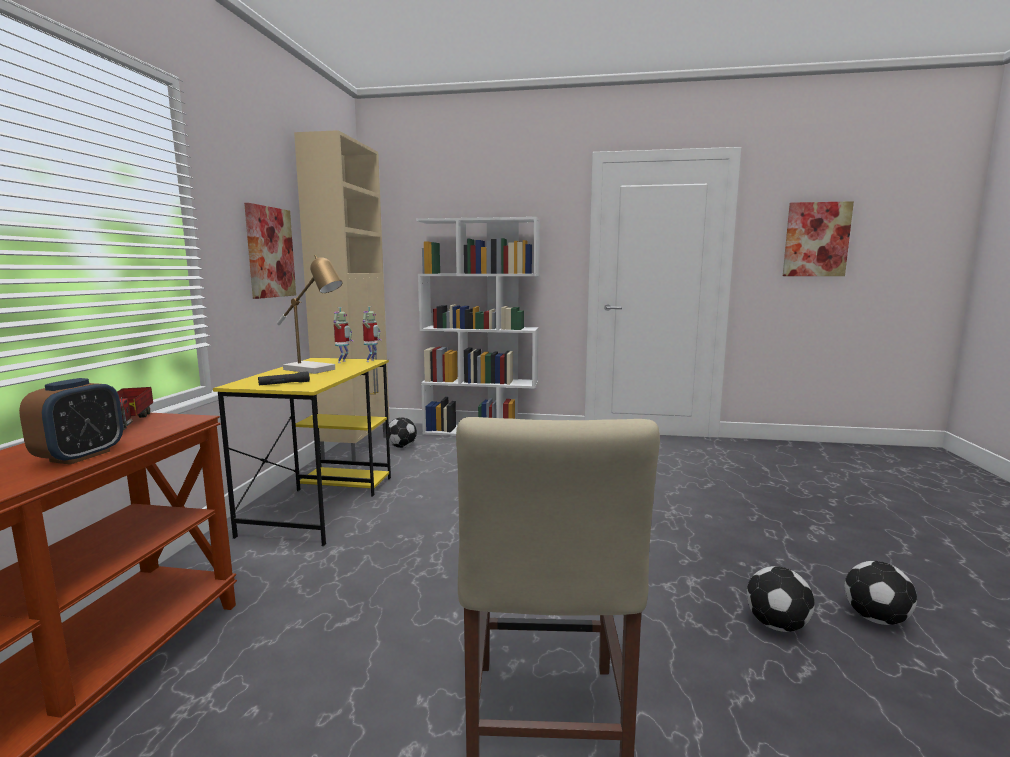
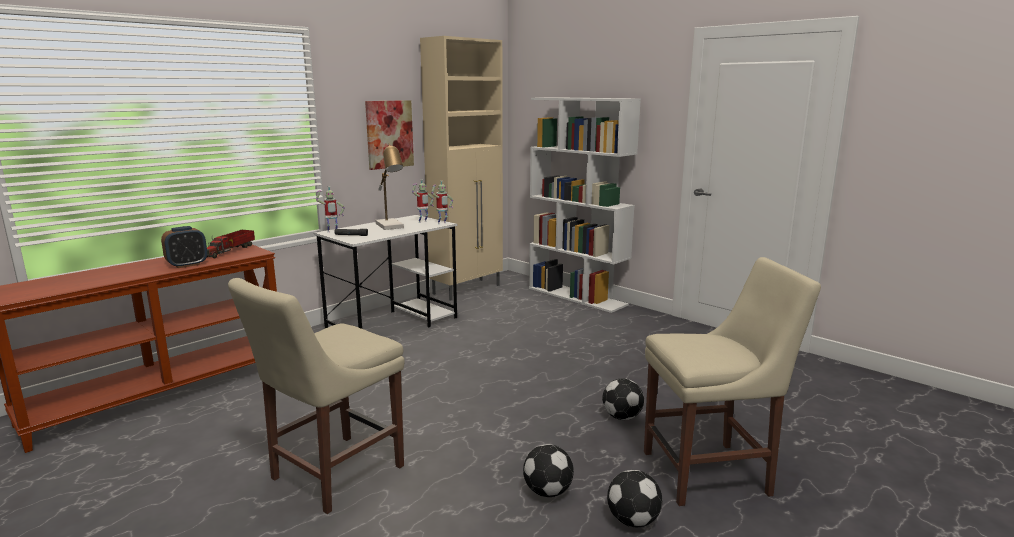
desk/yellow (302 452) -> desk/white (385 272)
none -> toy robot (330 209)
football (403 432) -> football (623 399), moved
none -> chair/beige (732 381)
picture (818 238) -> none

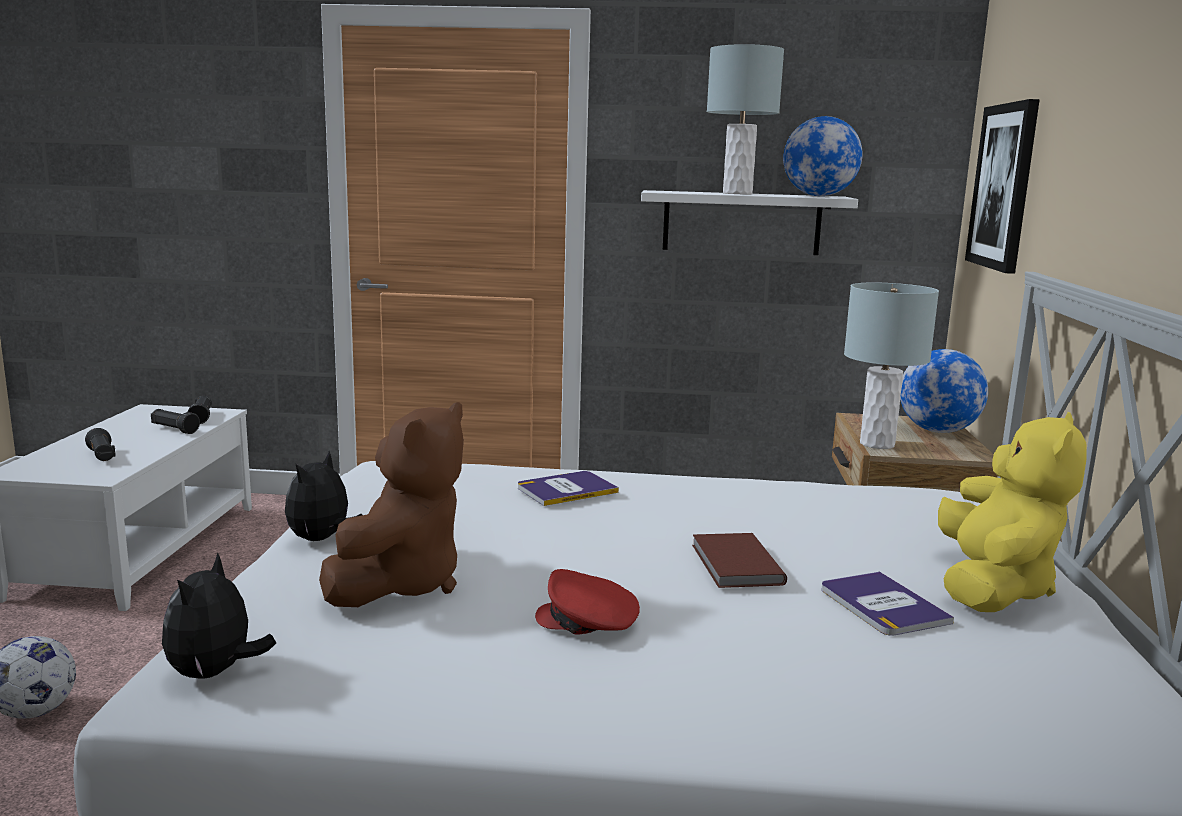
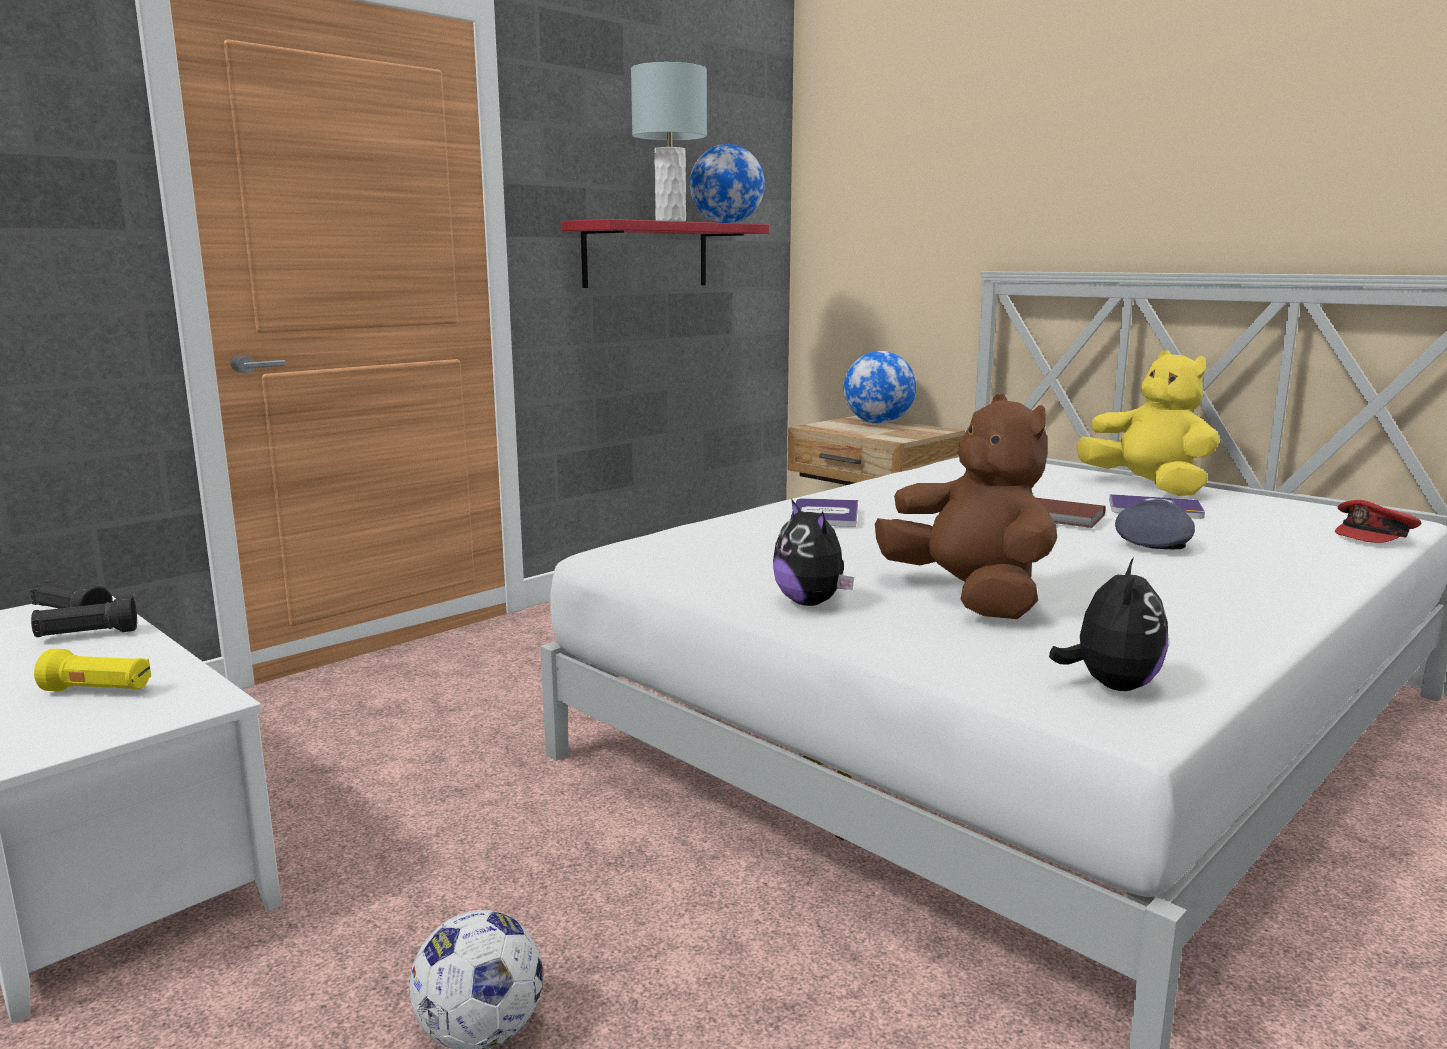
flashlight/black (100 444) -> flashlight/yellow (92 670)
shelf/white (749 222) -> shelf/red (665 253)
plush toy (219 616) -> plush toy (1108 624), 120 degrees counterclockwise
none -> cap/grey (1155 524)
cap/red (587 601) -> cap/red (1378 521), moved
table lamp/grey (891 366) -> none
picture (1002 186) -> none

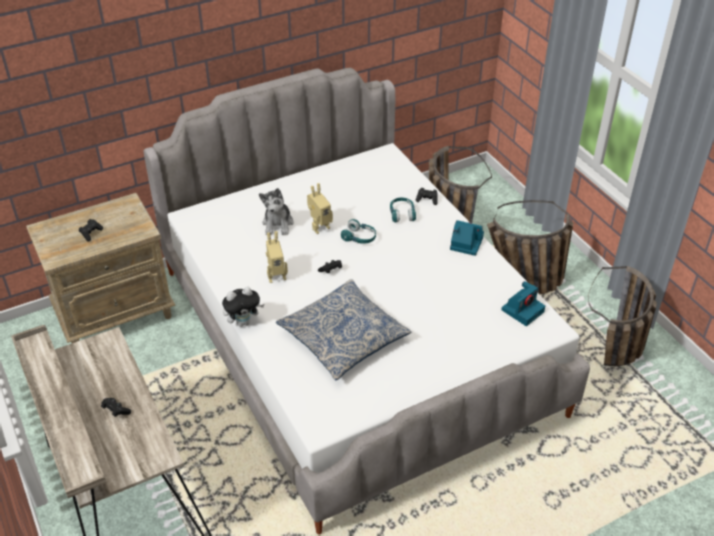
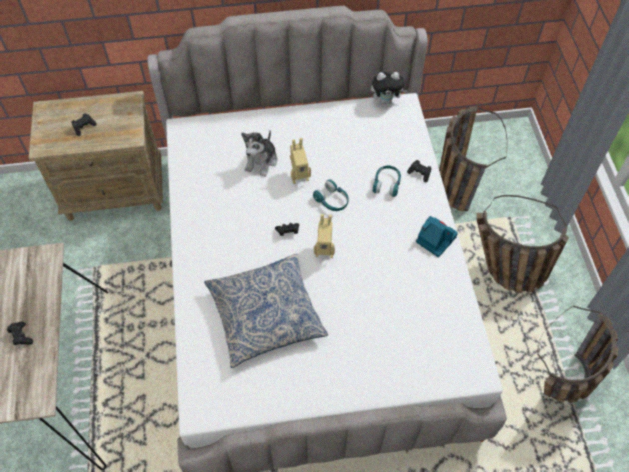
toy robot (277 257) -> toy robot (324 236), moved
plush toy (243 307) -> plush toy (389 88), moved
photo camera (523 303) -> none

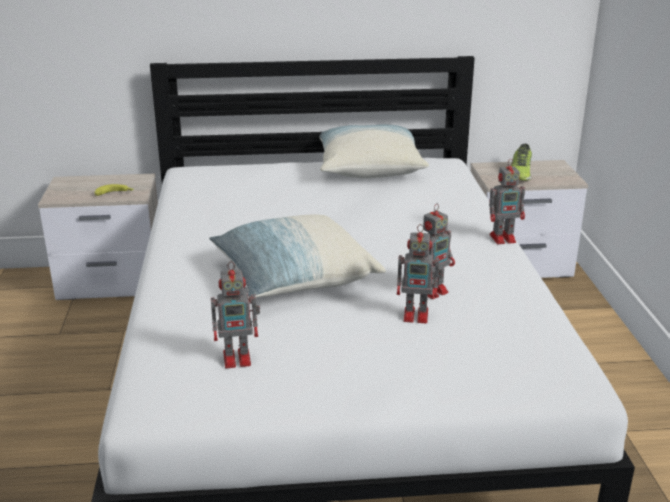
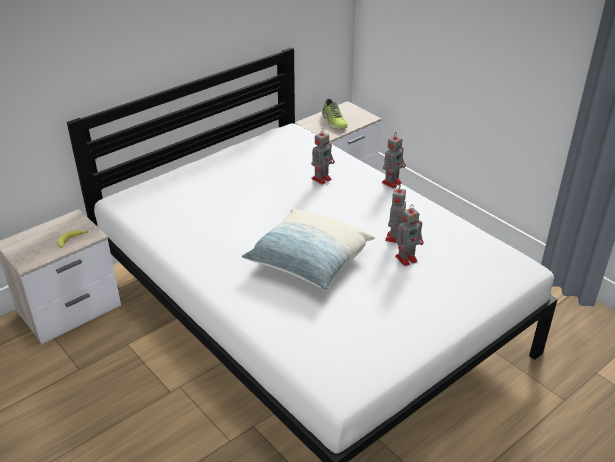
toy robot (235 314) -> toy robot (323 156), moved
pillow (374 151) -> none

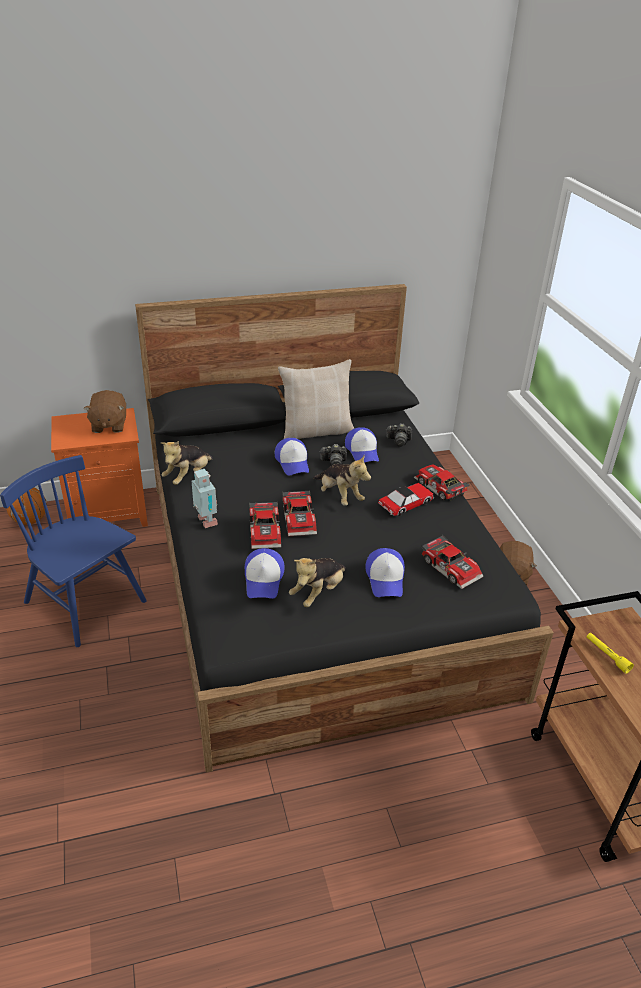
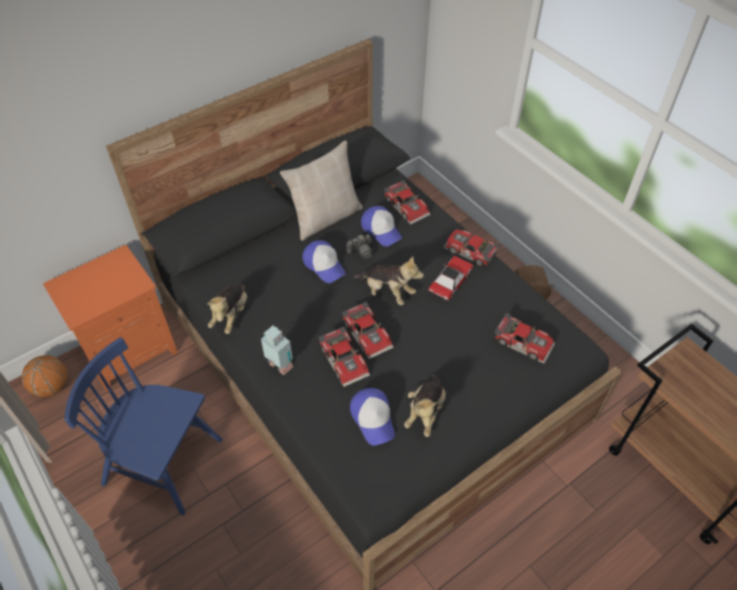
photo camera (399 435) -> toy car (407 202)
plush toy/brown (104 411) -> none
cap (385 572) -> none
flashlight/yellow (610 653) -> none

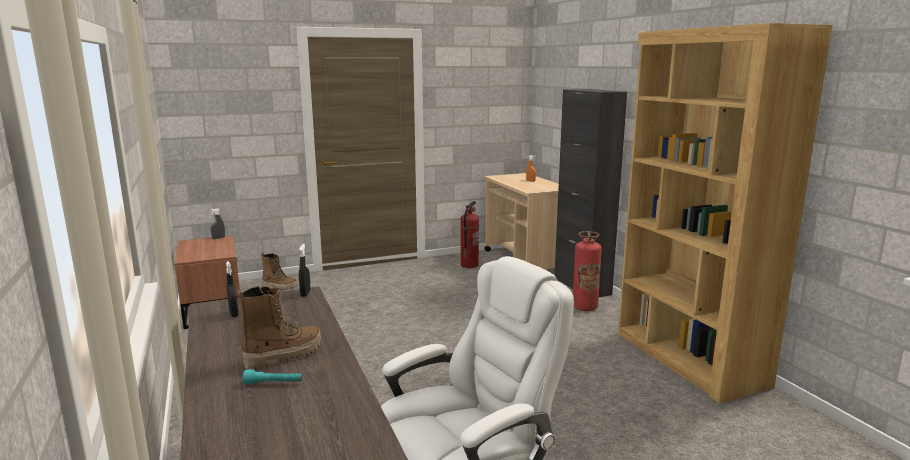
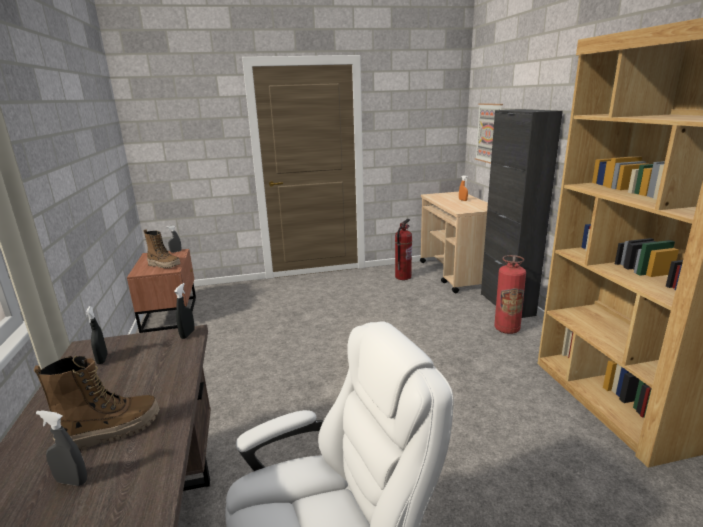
flashlight/turquoise (273 376) -> spray bottle/grey (61 448)
boot (279 271) -> boot (162 249), moved
none -> picture (489 133)

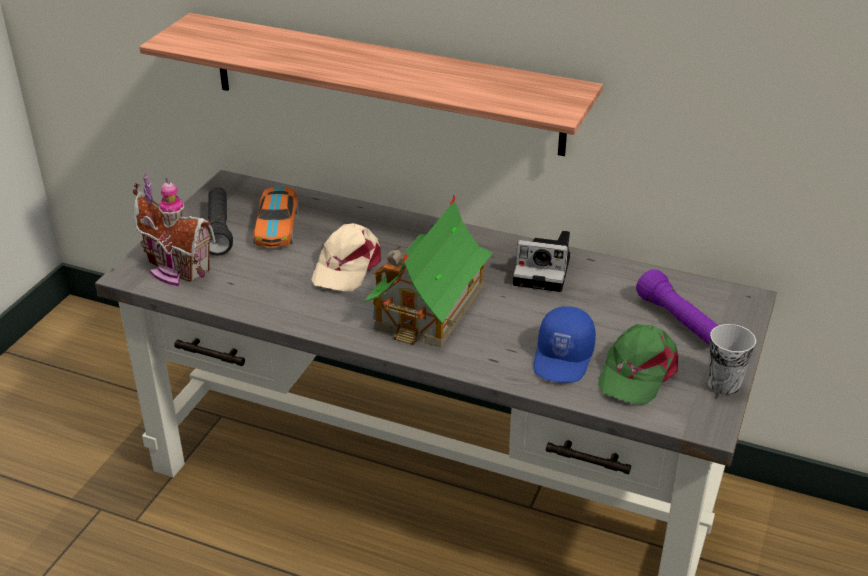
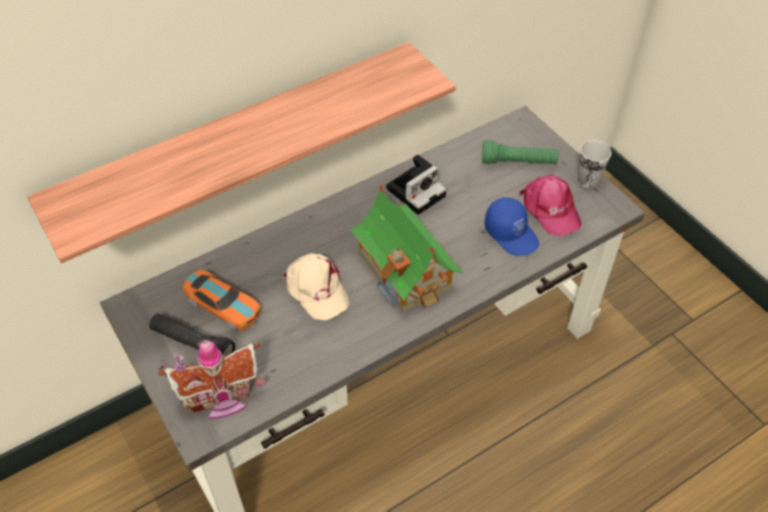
flashlight/purple (677 307) -> flashlight/green (520 152)
cap/green (638 364) -> cap/pink (550 205)

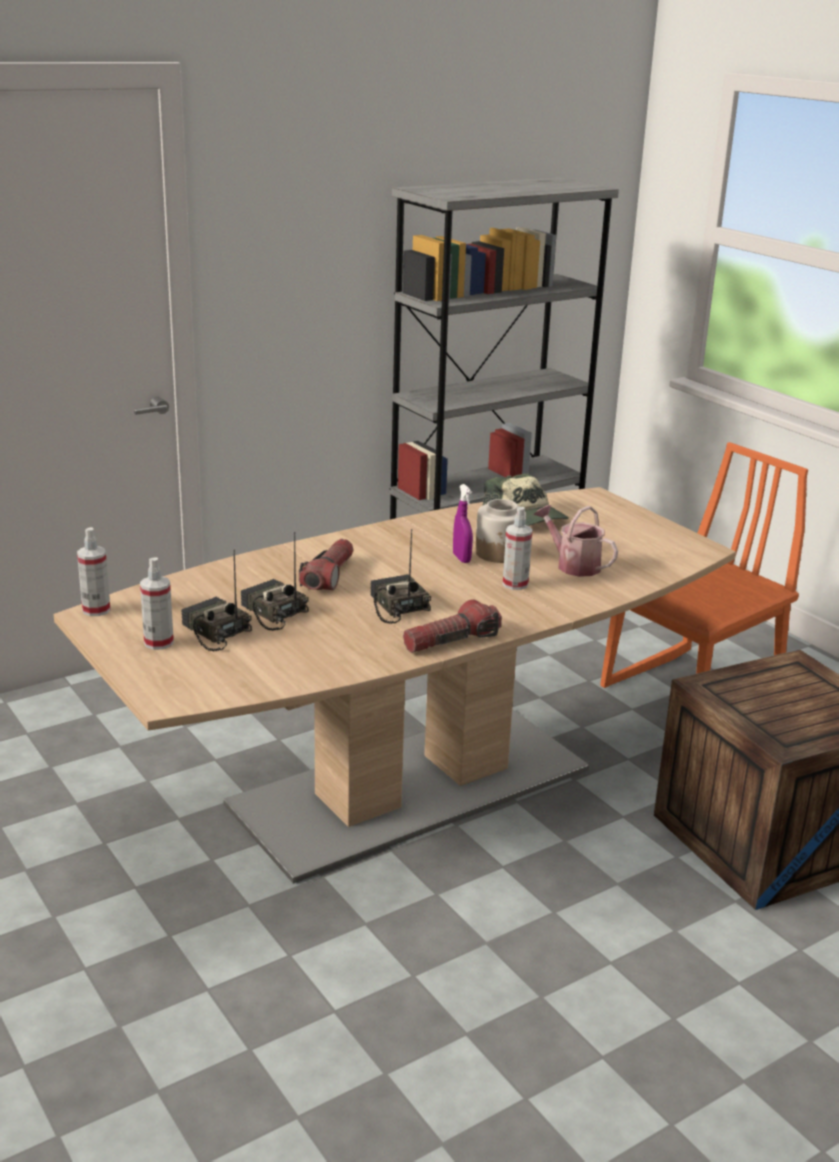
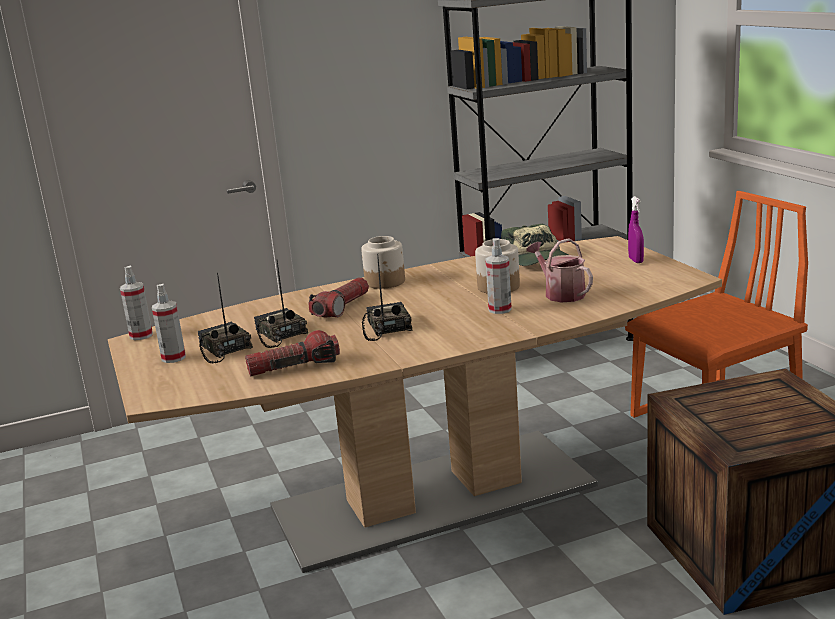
flashlight (452 626) -> flashlight (292 353), moved
none -> jar (383 262)
spray bottle/purple (463 523) -> spray bottle/purple (636 229), moved

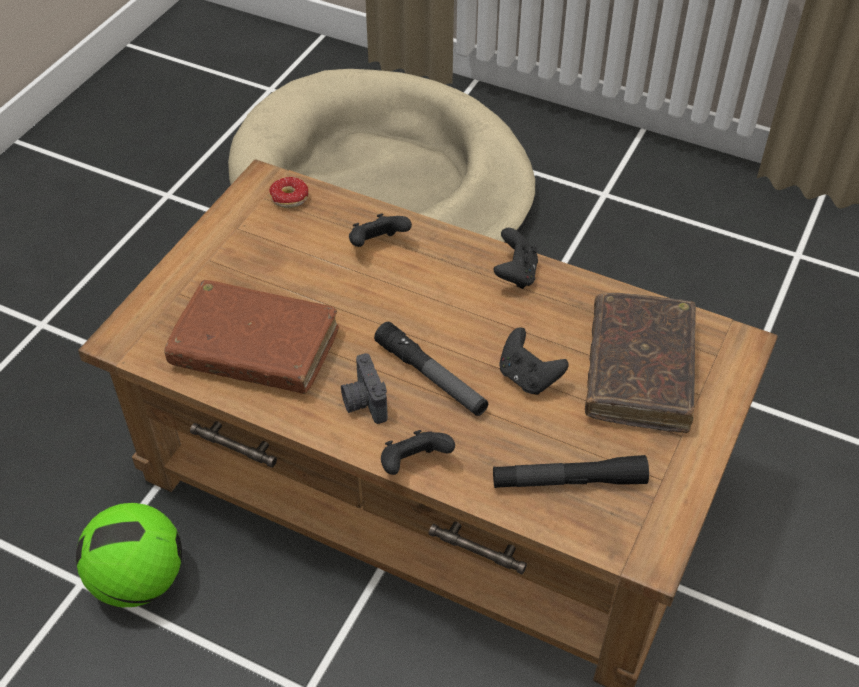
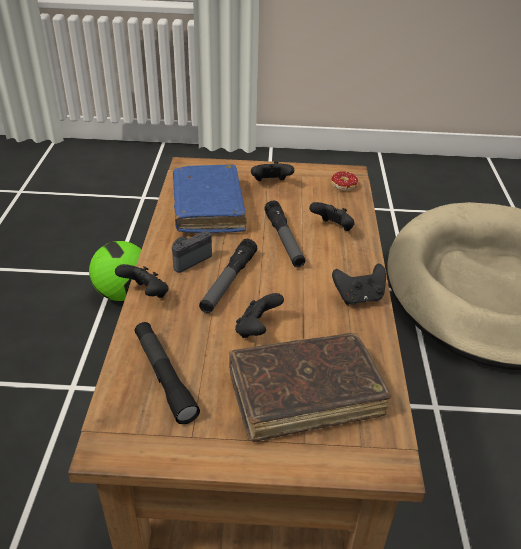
book/brown (251 337) -> book/blue (210 199)
none -> game controller/black (272 171)
none -> flashlight (284 234)

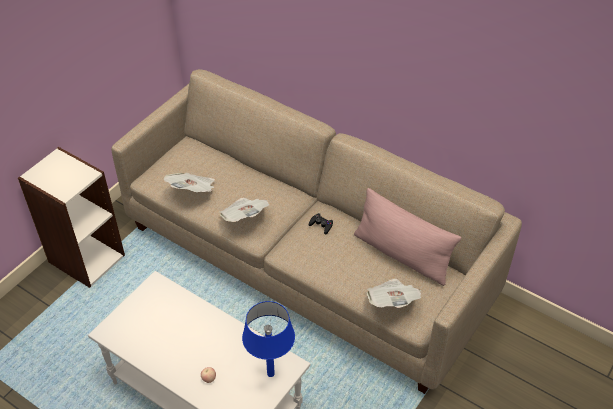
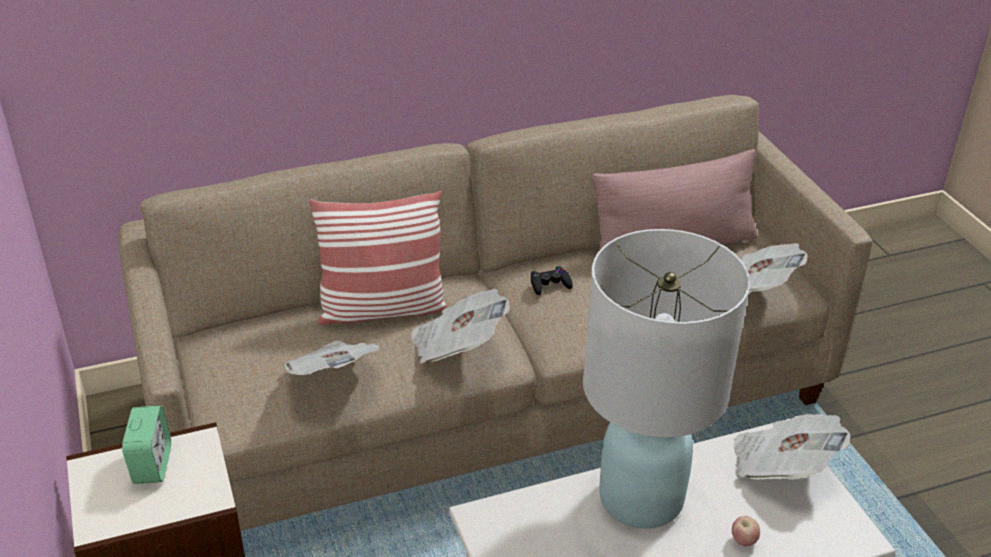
none -> alarm clock (146 445)
none -> pillow (378 258)
none -> table lamp/white (666 378)
table lamp/blue (268 339) -> newspaper (792 446)

